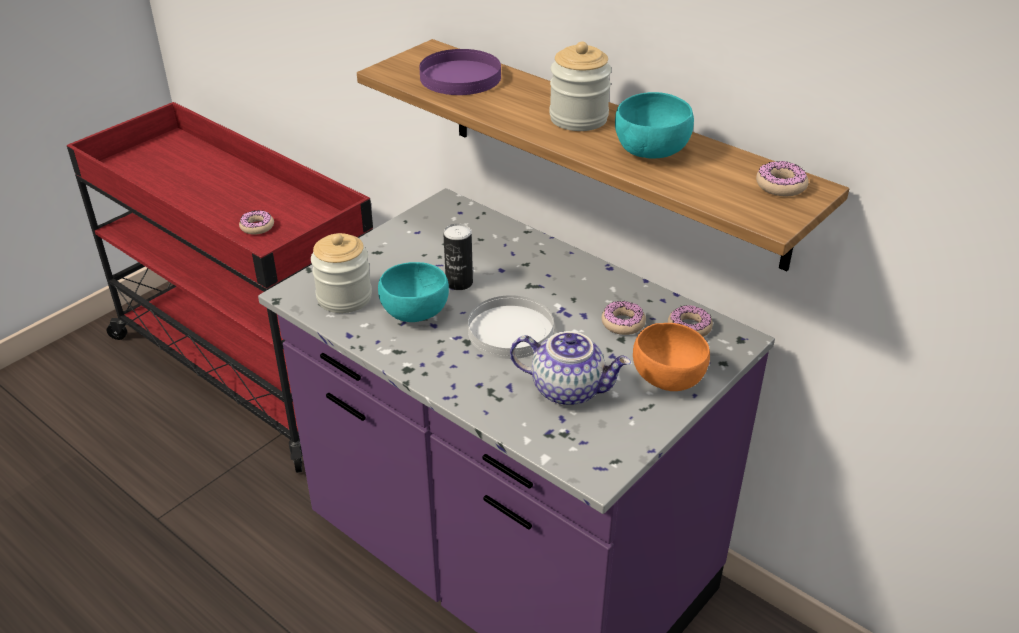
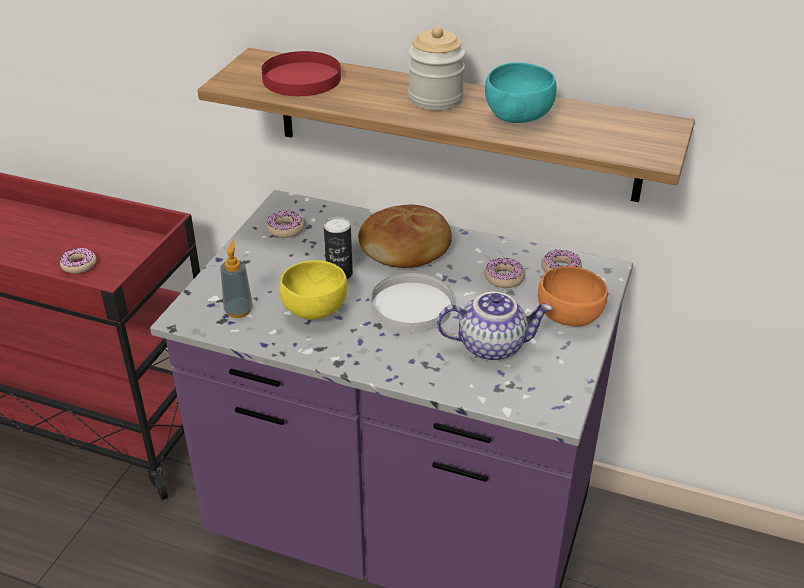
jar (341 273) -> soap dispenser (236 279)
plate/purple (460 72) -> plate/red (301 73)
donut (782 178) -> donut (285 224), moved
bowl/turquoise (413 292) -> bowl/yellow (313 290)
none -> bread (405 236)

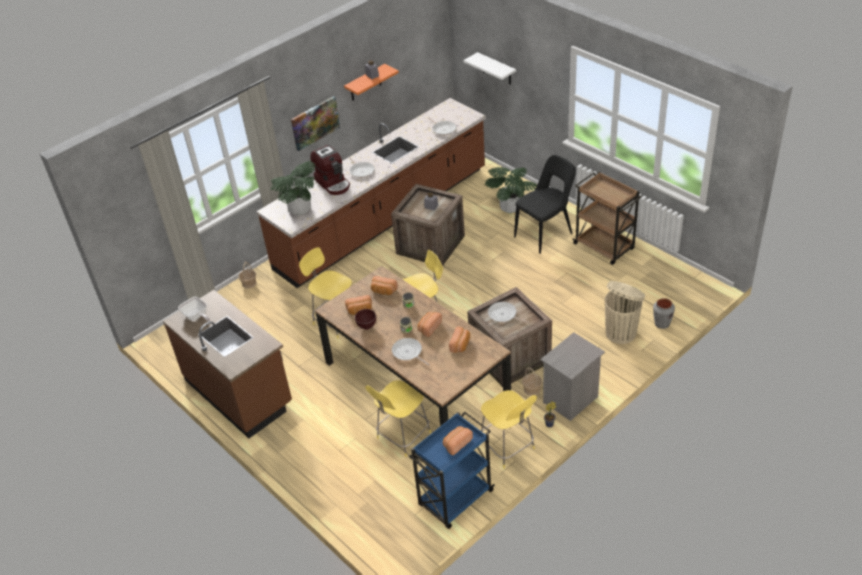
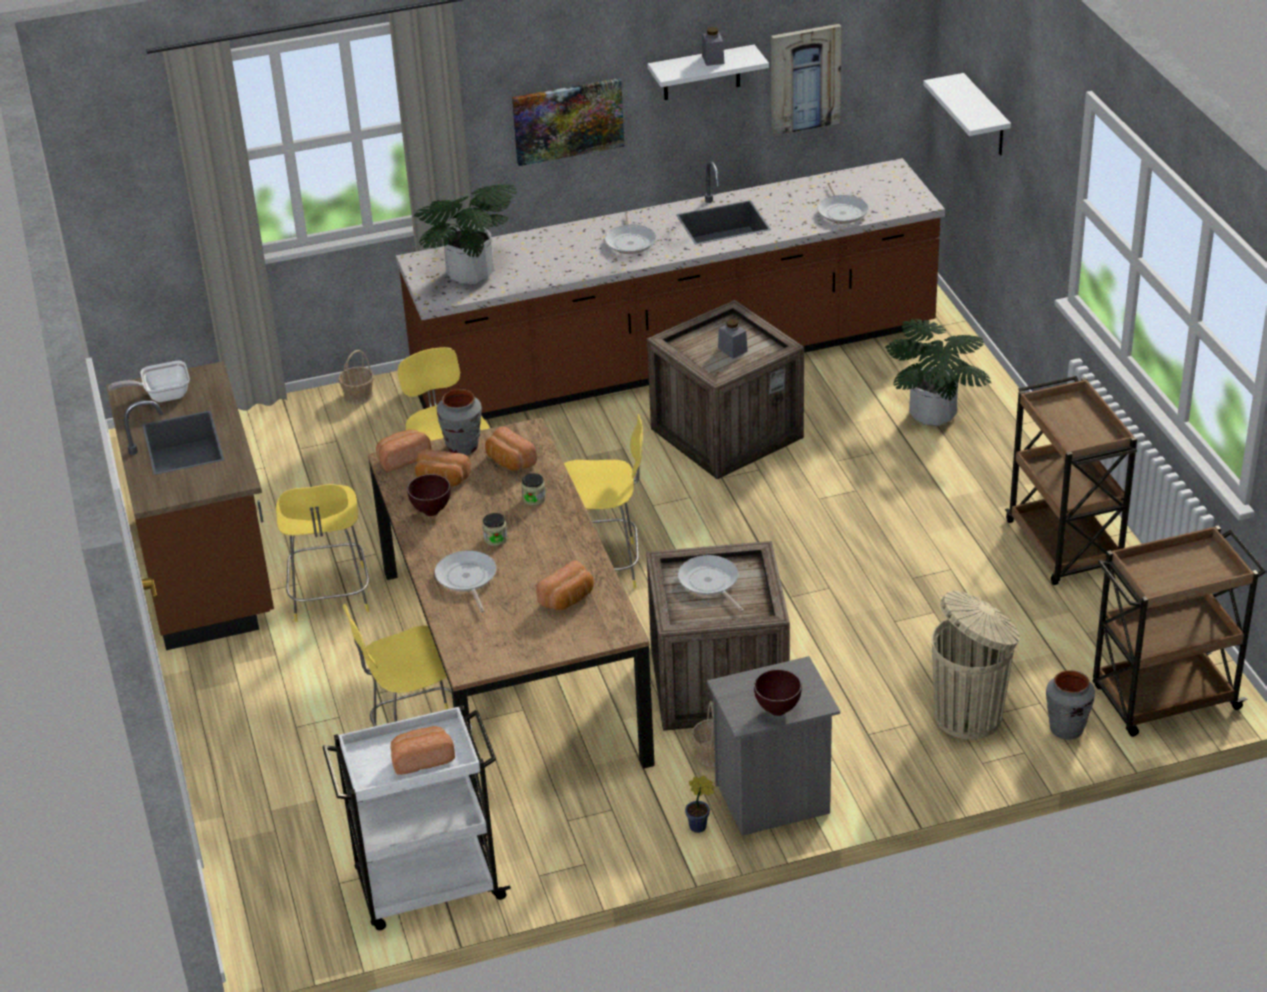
frying pan (194 309) -> frying pan (149 381), 90 degrees clockwise
stool/yellow (509 429) -> stool/yellow (322 553), moved
cart/blue (452 470) -> cart/white (416 817)
bread (430 324) -> bread (403 450), moved
none -> vase/grey (459 422)
shelf/orange (371 82) -> shelf/white (708 72)
none -> bowl/brown (778 692)
none -> picture (806 80)
none -> cart/brown (1179 631)
coffee machine (330 170) -> none
chair/black (545 204) -> none

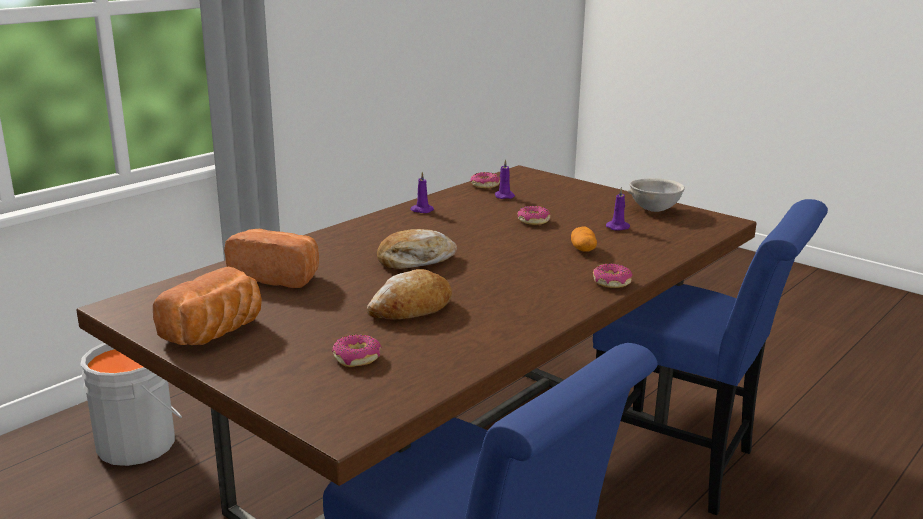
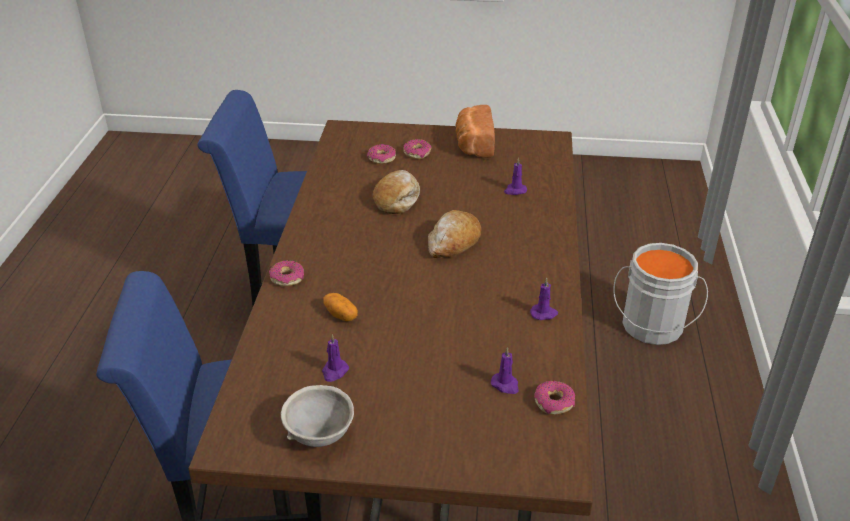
donut (534 215) -> donut (417 149), moved
bread (271 258) -> candle/purple (515 176)

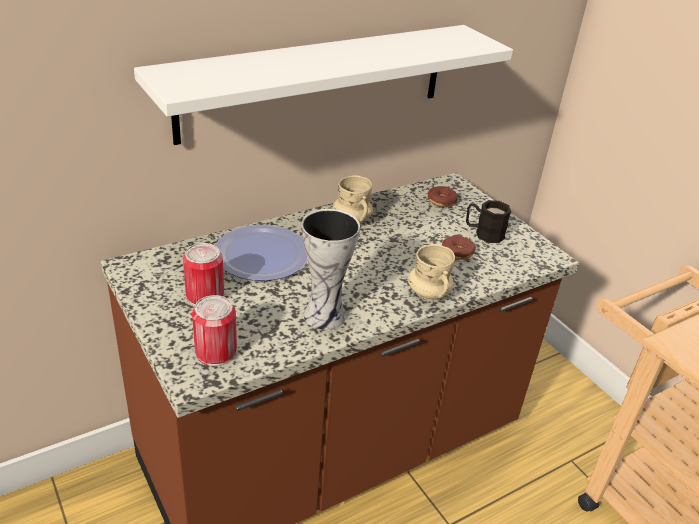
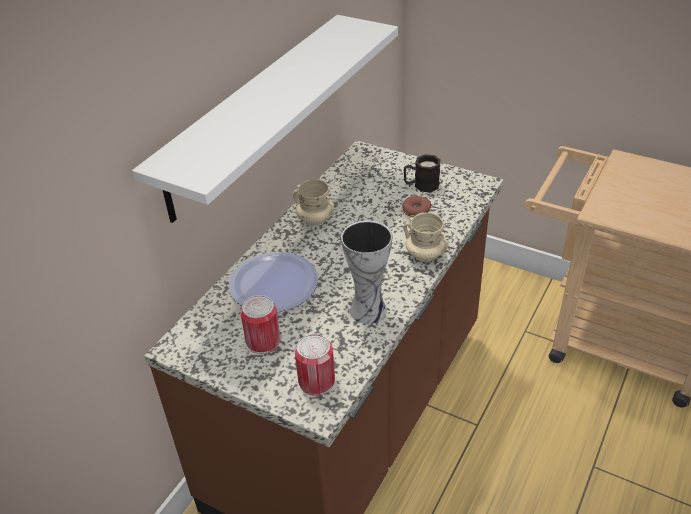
donut (443 196) -> none

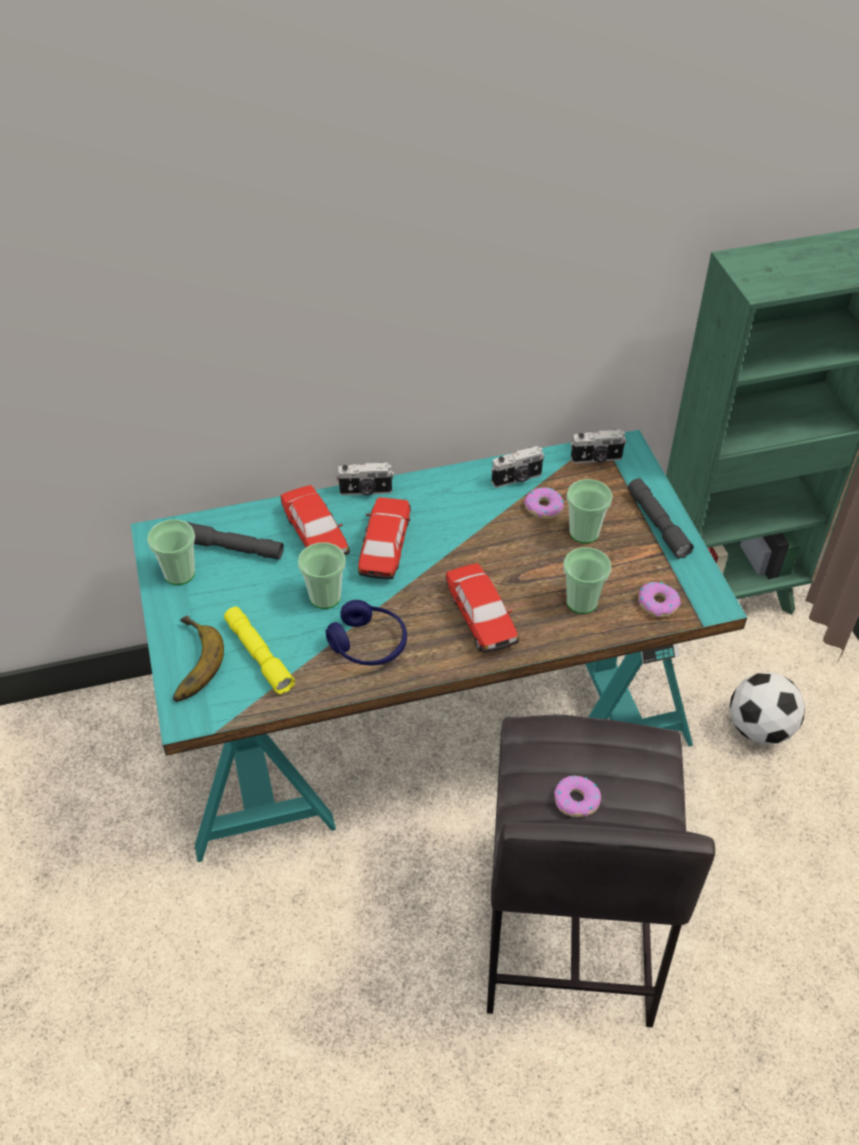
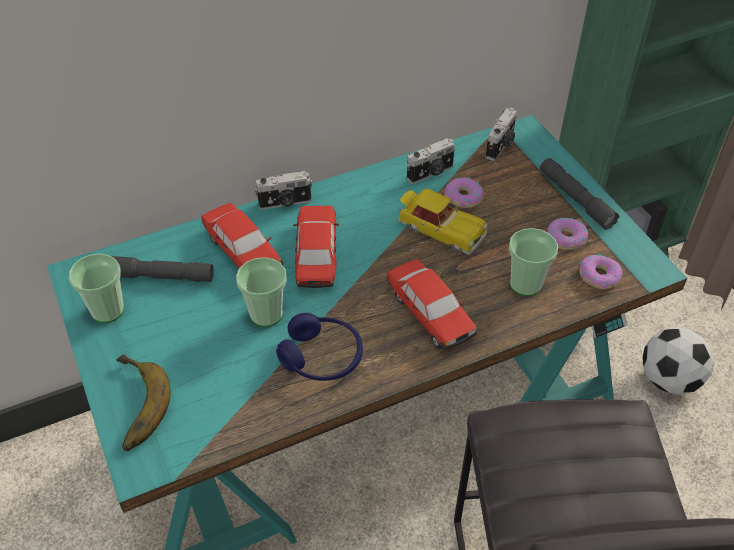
none -> toy car (443 222)
photo camera (598 446) -> photo camera (501 134), 45 degrees counterclockwise
donut (577 796) -> donut (567 234), moved
flashlight/yellow (259 650) -> none
cup (590 511) -> none

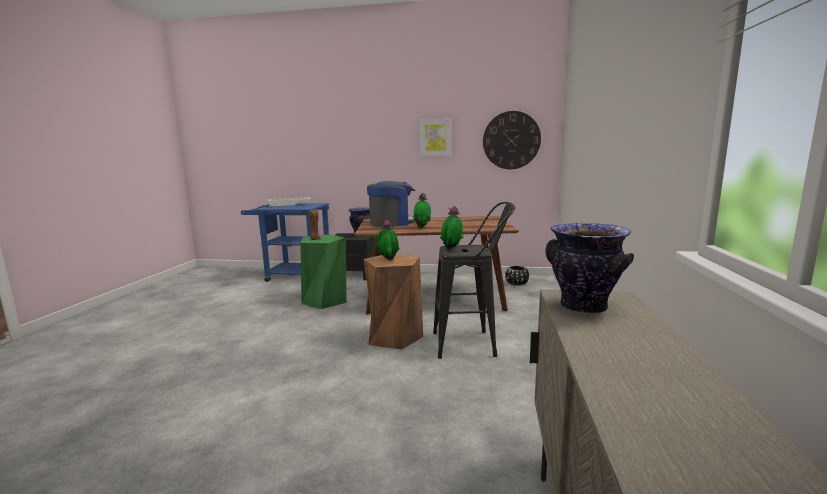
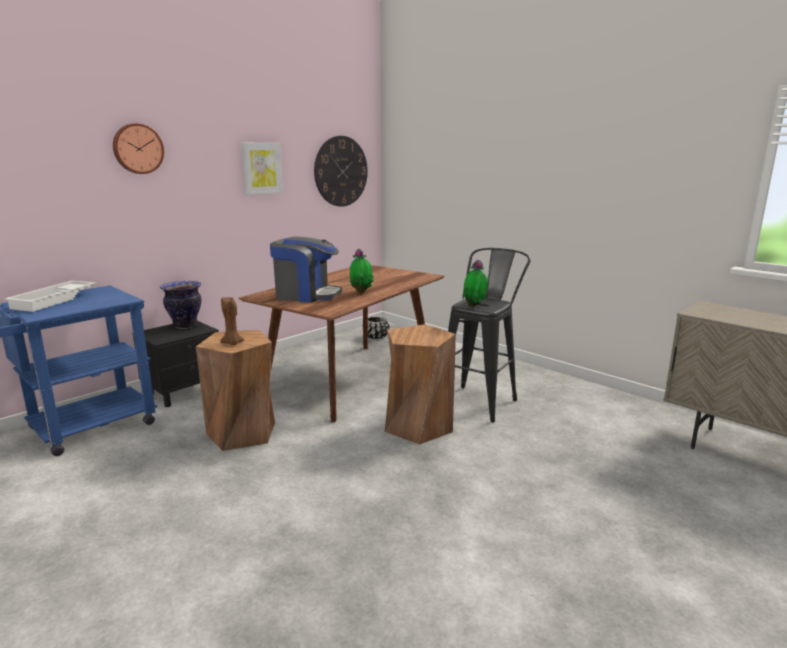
none -> wall clock (138 148)
stool/green (323 271) -> stool/brown (235 390)
coffee machine (391 204) -> coffee machine (306 269), 90 degrees clockwise
potted plant (387 240) -> none
vase (590 268) -> none

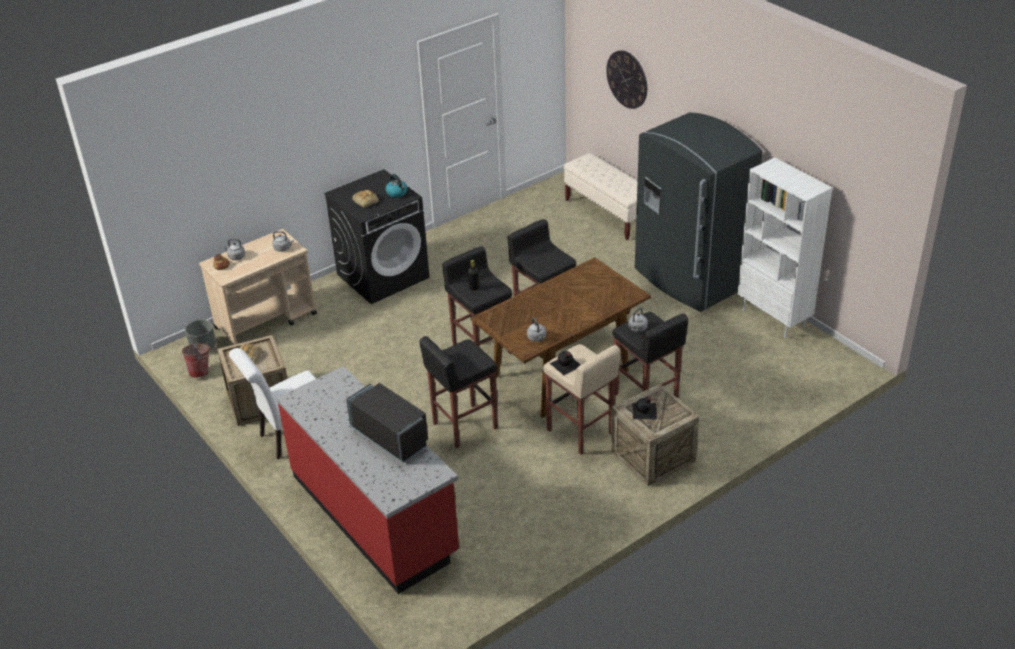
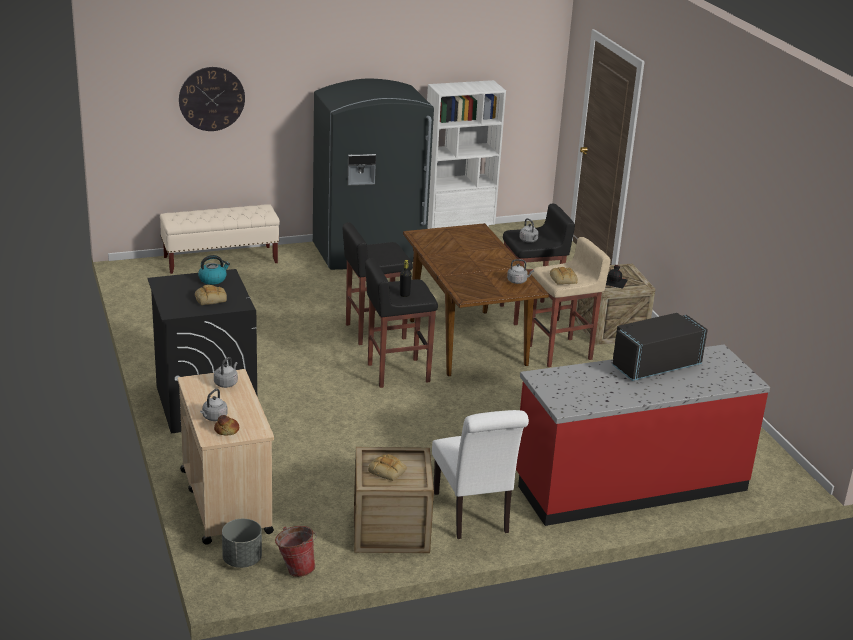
bottle/black (565 363) -> bread (564 276)
stool/black (458 392) -> none

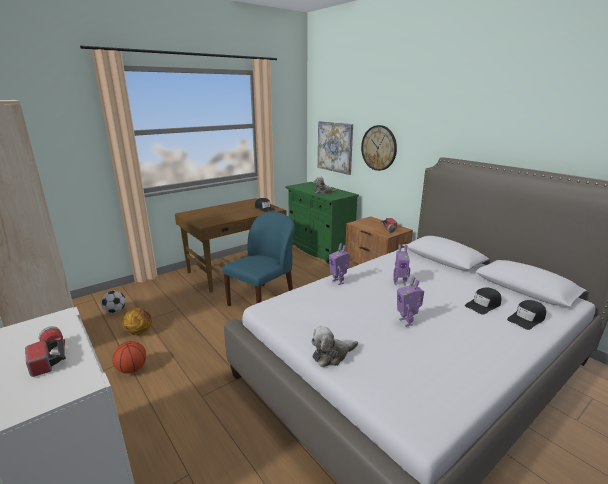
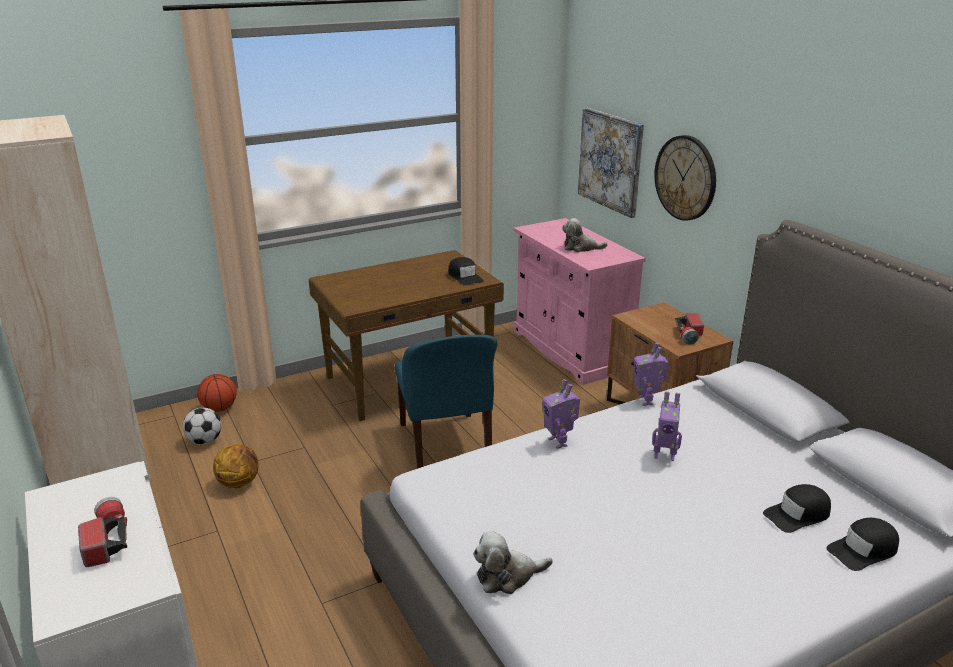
basketball (129 357) -> basketball (217 393), moved
chair/blue (258 259) -> chair/blue (446 402), 120 degrees clockwise
cabinet/green (322 223) -> cabinet/pink (580 301)
toy robot (410 302) -> toy robot (651 374), moved

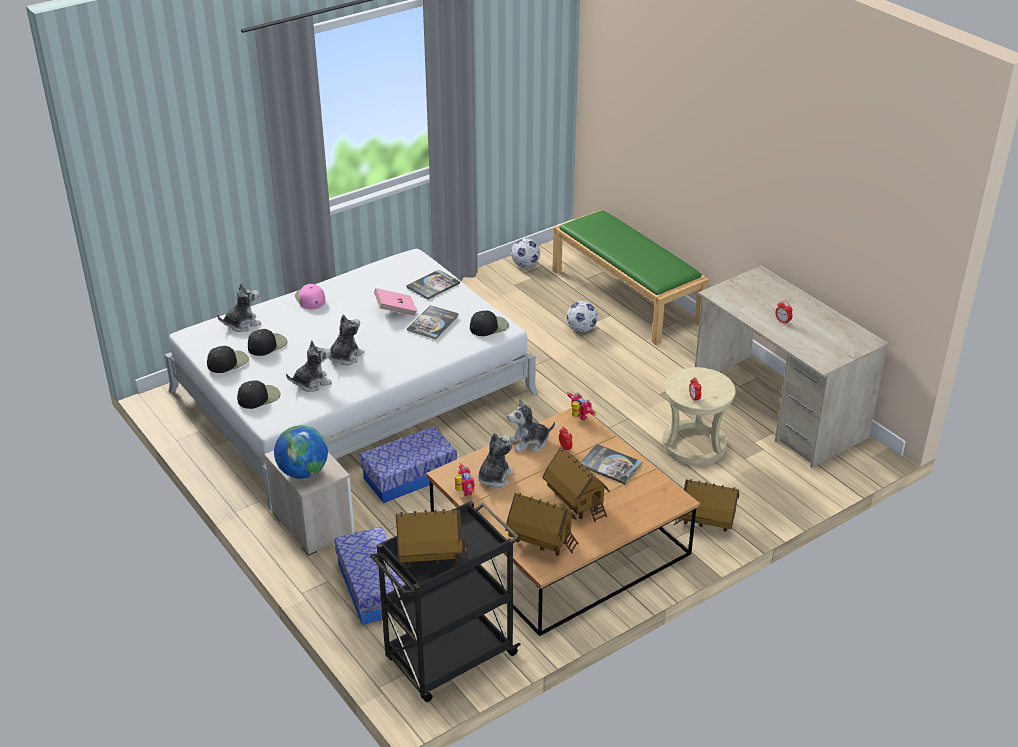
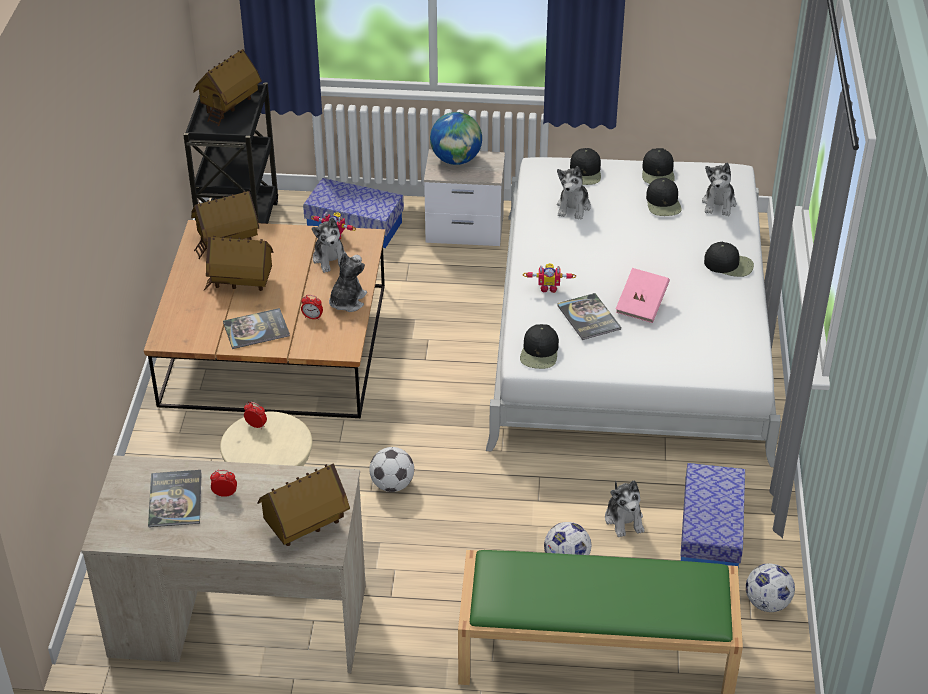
book (433 284) -> book (175 498), moved
toy house (706 505) -> toy house (304 504), moved
none -> football (391 469)
toy robot (582 406) -> toy robot (549 278), moved
plush toy (346 340) -> plush toy (624 509), moved
storage box (408 464) -> storage box (712 514), moved
cap/pink (310 296) -> cap/black (729 259)

